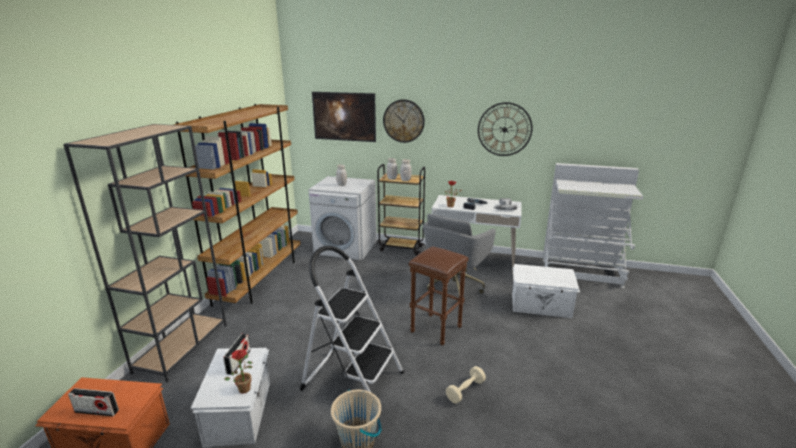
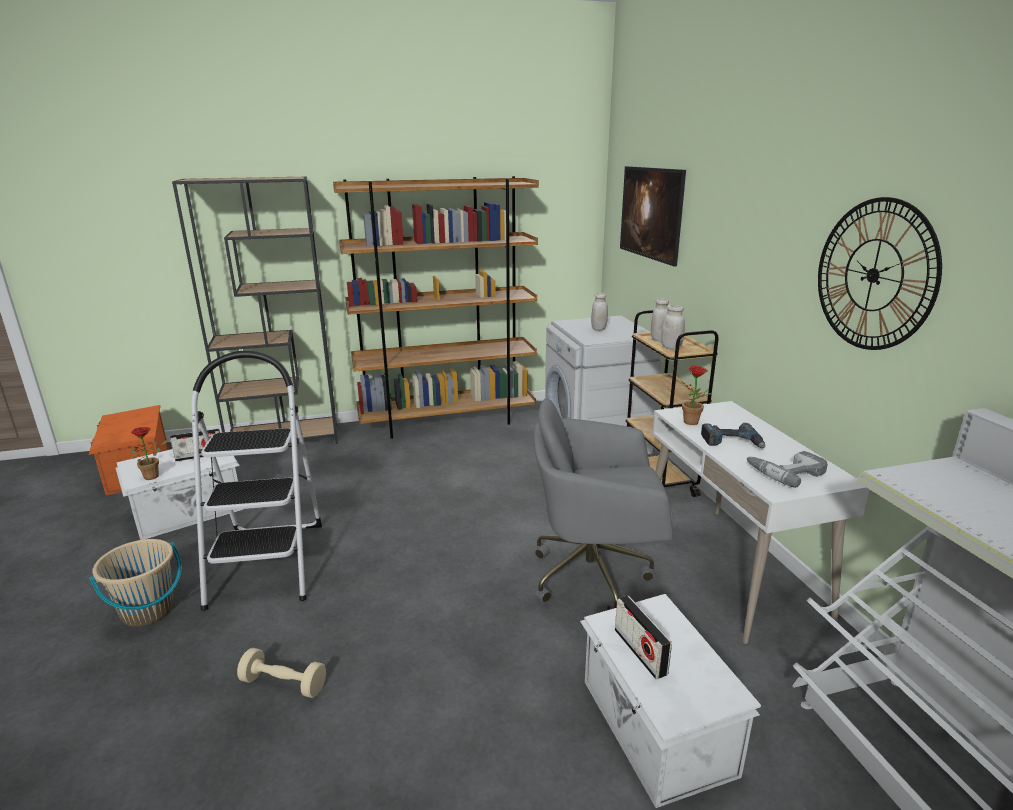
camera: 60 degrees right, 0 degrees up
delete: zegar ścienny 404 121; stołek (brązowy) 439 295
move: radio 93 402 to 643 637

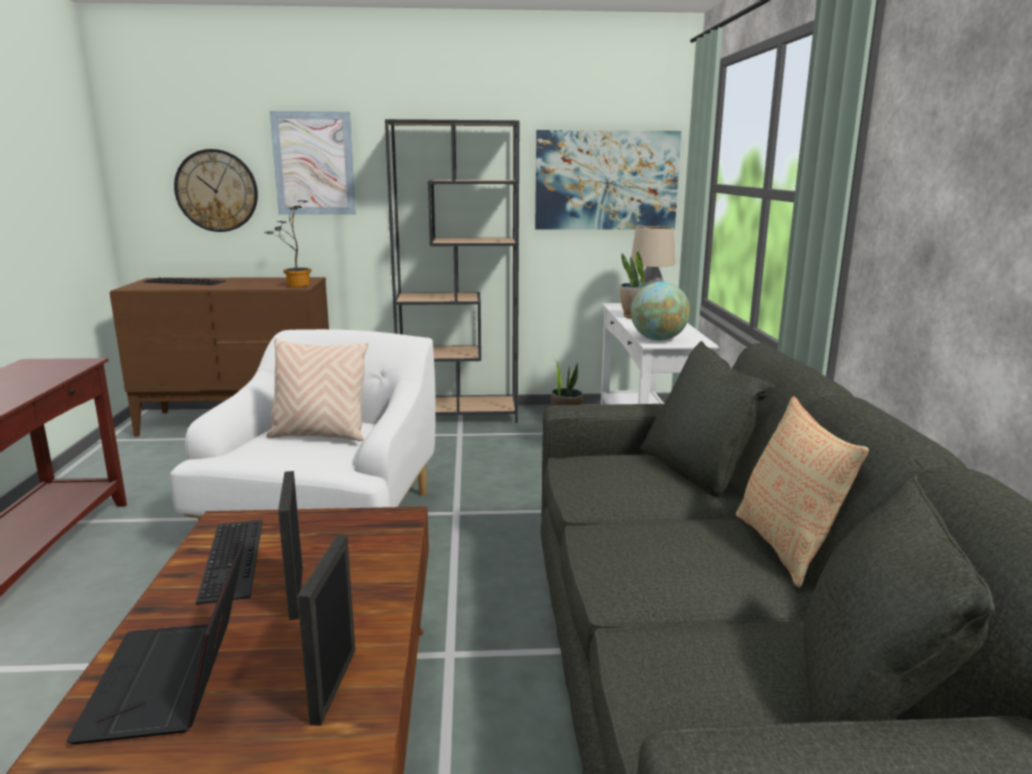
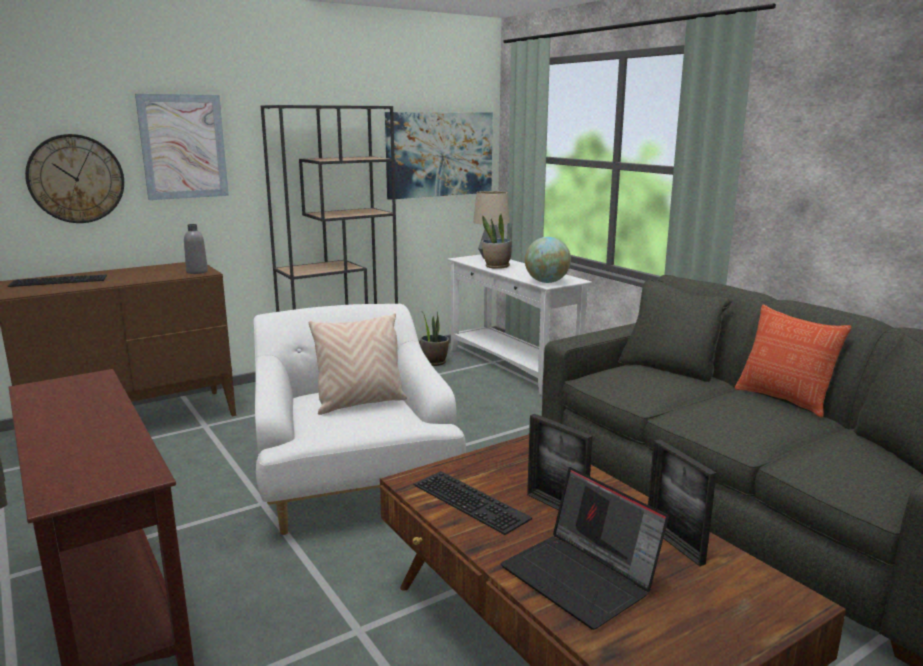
camera: 30 degrees left, 0 degrees up
replace: roślina doniczkowa 287 243 to butelka (szary) 196 249
recolor: poduszka (beżowy) 802 492 to poduszka (pomarańczowy) 793 361

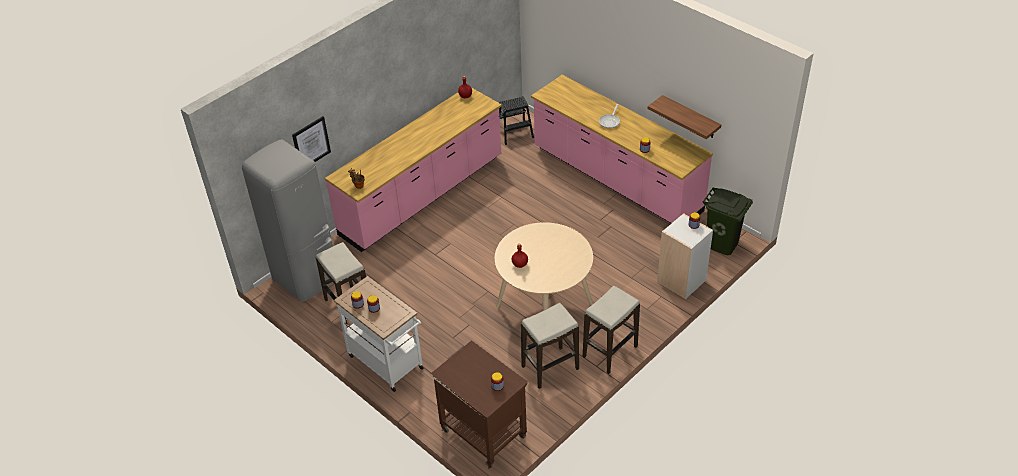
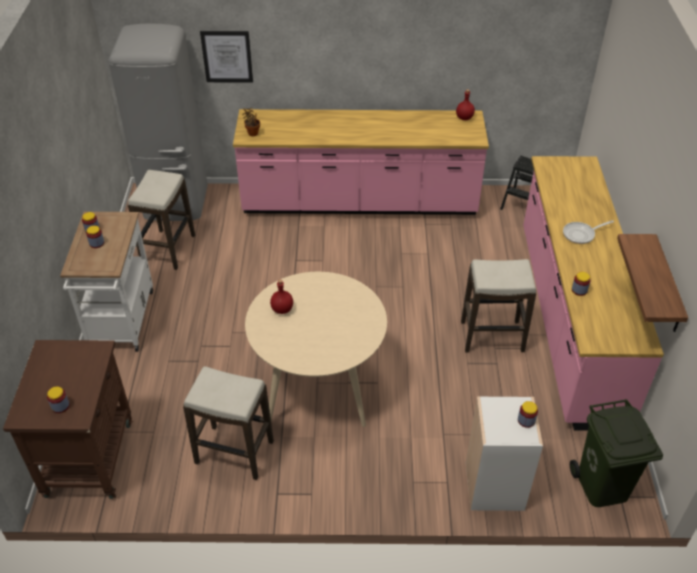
camera: 45 degrees right, 0 degrees up
move: stołek 611 330 to 498 306

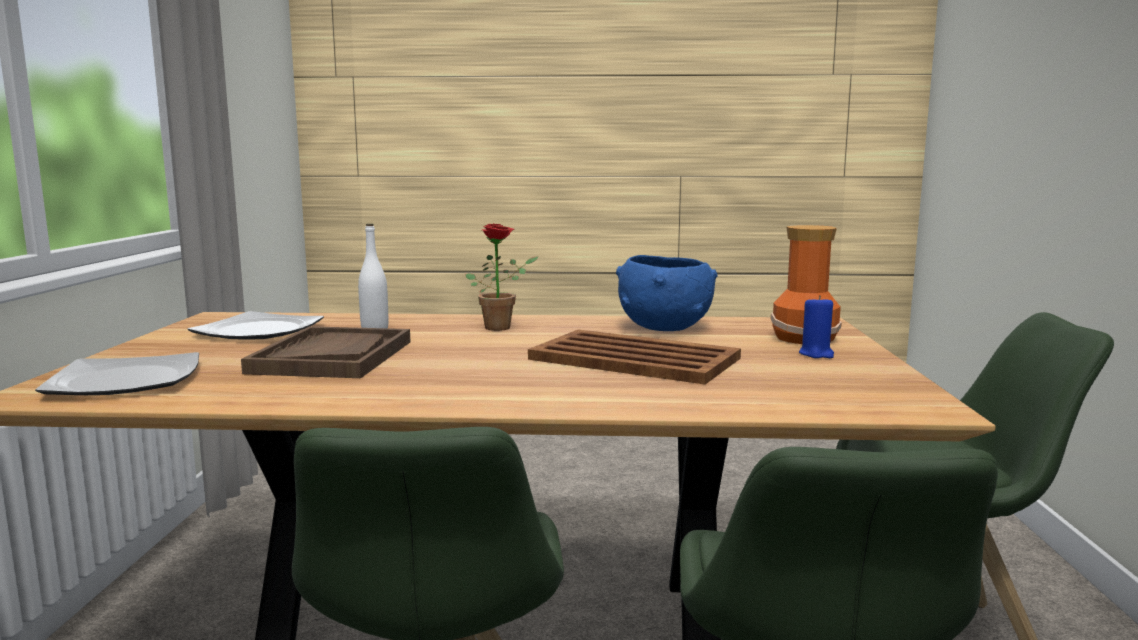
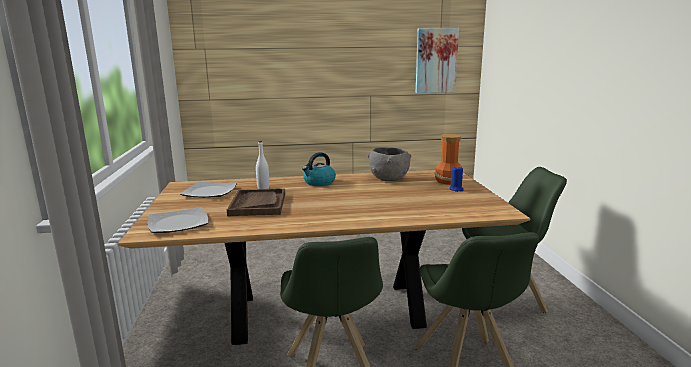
camera: 10 degrees left, 5 degrees up
delete: taca (brązowy) 634 357
insert: obraz 437 60
replace: roślina doniczkowa 502 277 to czajnik 319 169
recolor: miska (niebieski) 667 293 to miska (szary) 389 164

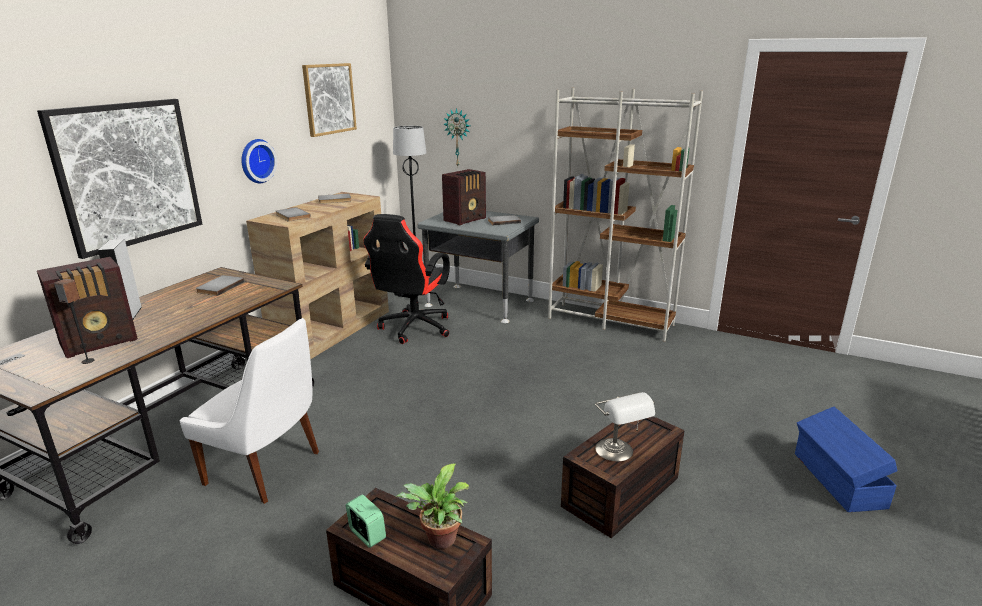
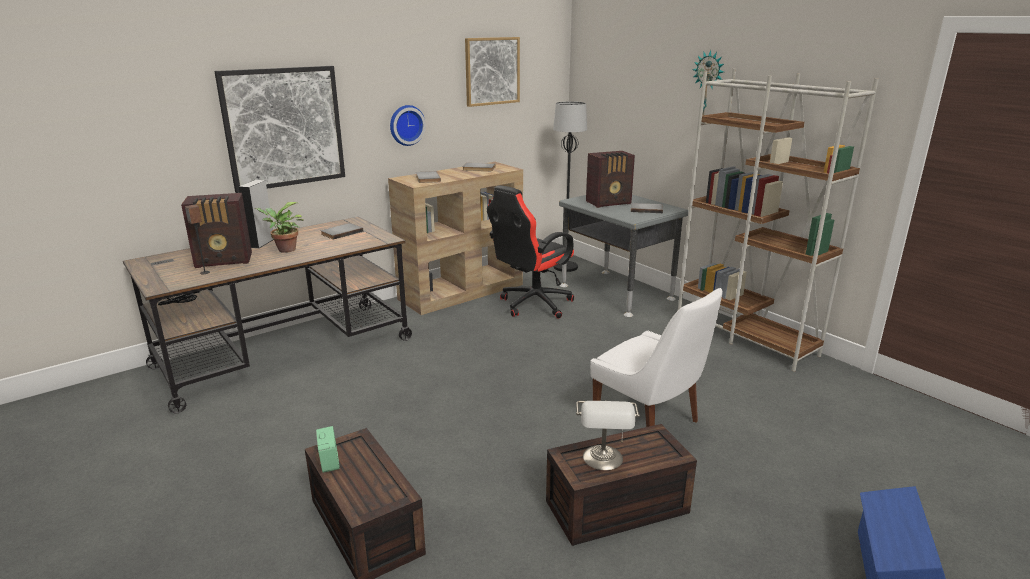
camera: 25 degrees right, 0 degrees up
move: krzesło (biały) 249 411 to 656 357; roślina doniczkowa 432 506 to 279 227; zegar ścienny 456 137 to 708 83

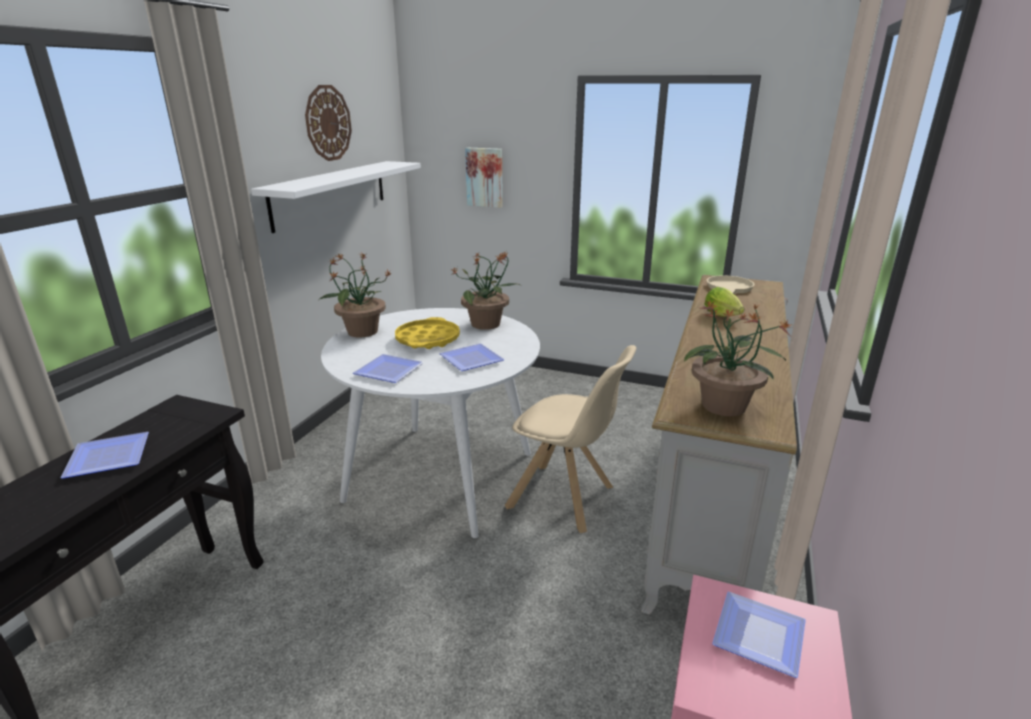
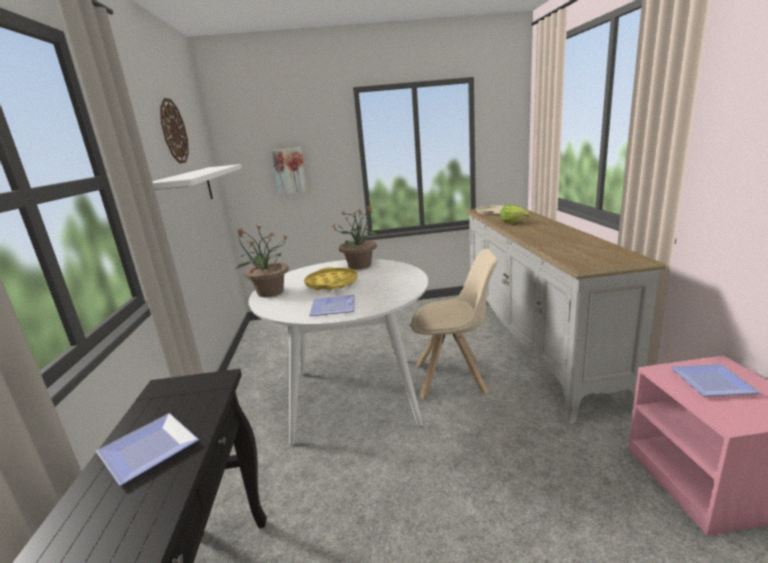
camera: 25 degrees left, 5 degrees down
delete: talerz 472 357; roślina doniczkowa 737 358

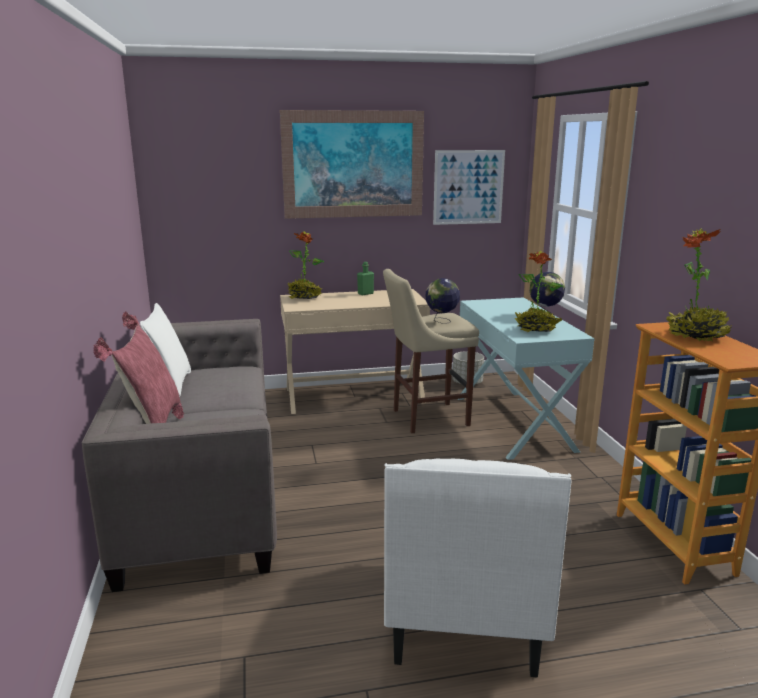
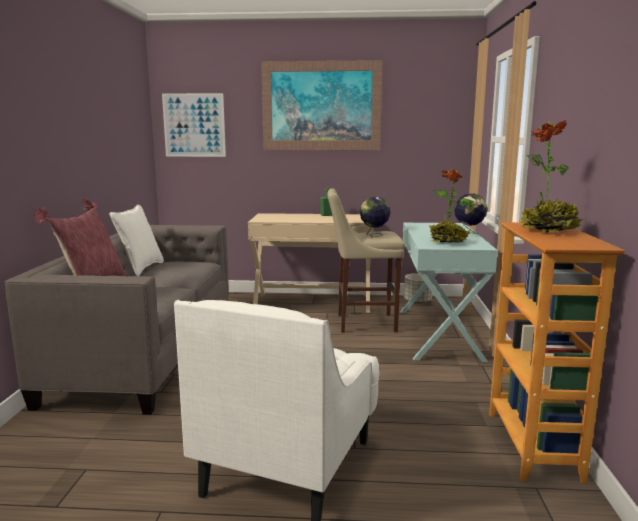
camera: 15 degrees right, 5 degrees down
delete: roślina doniczkowa 306 265
move: obraz 469 187 to 194 125

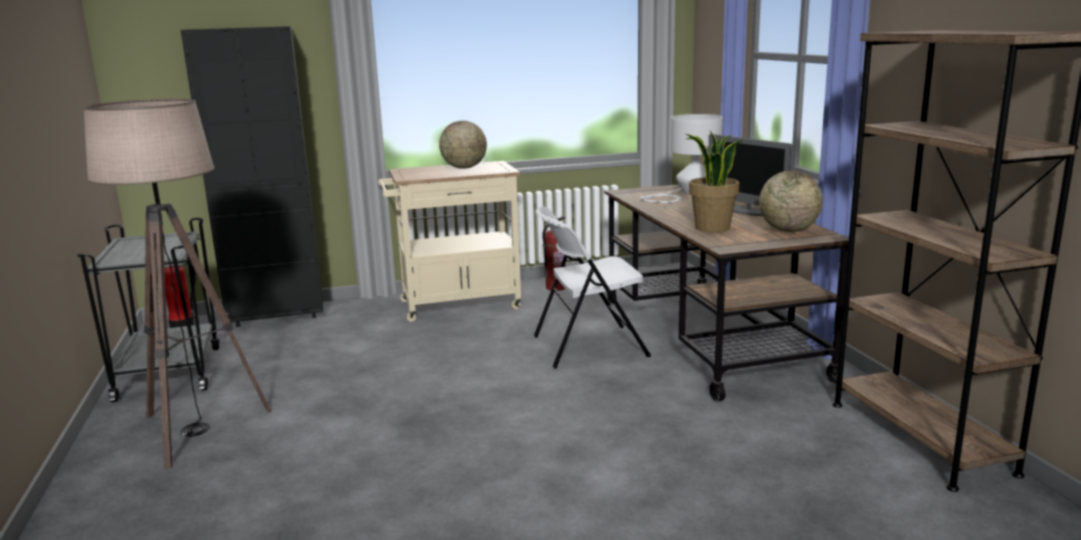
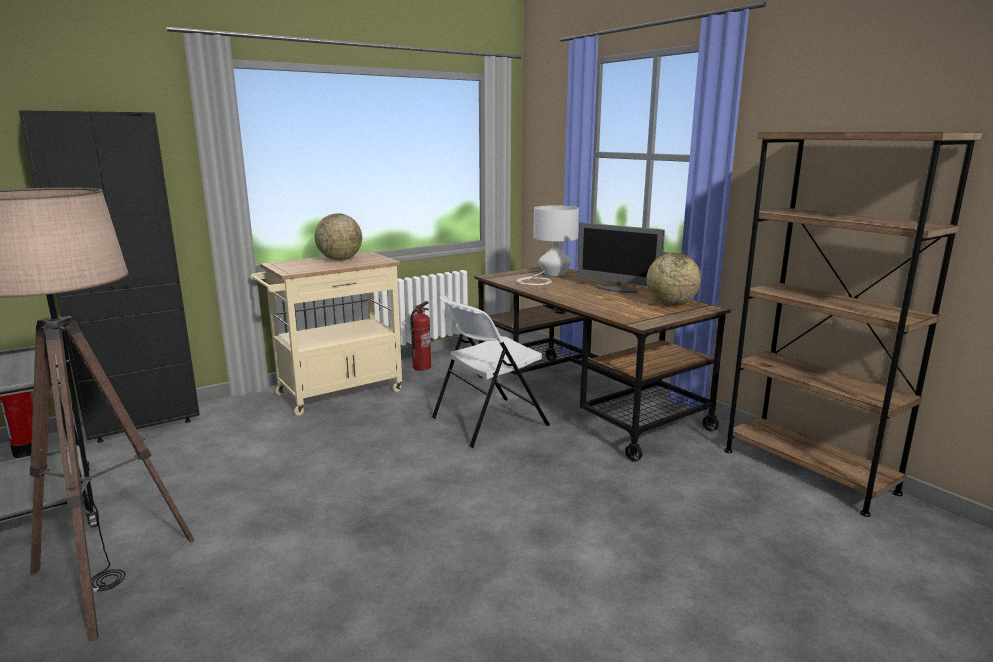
camera: 20 degrees left, 0 degrees up
delete: roślina doniczkowa 715 181

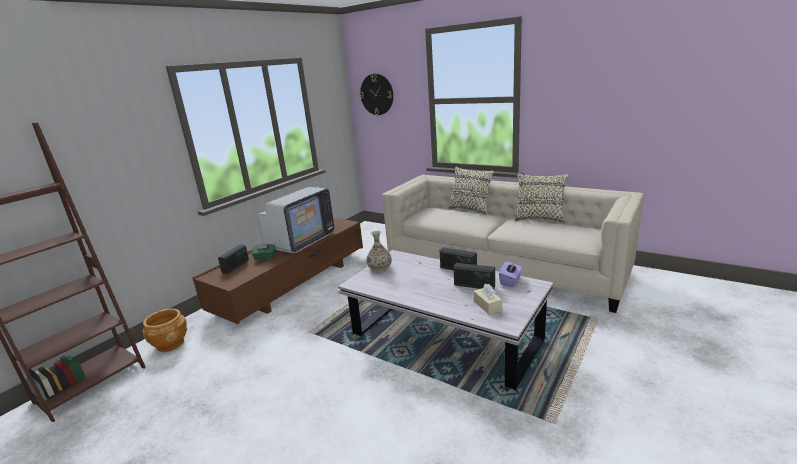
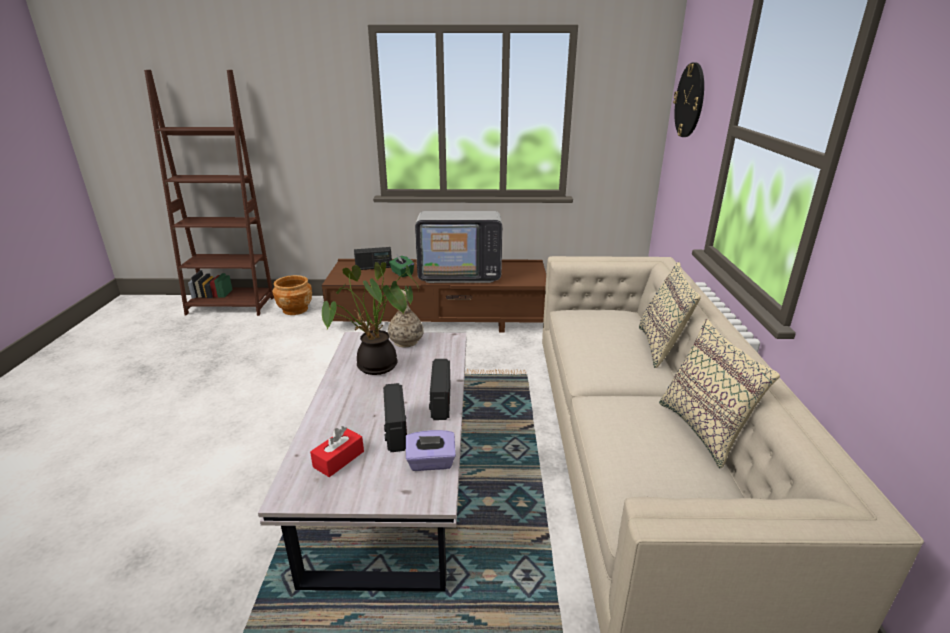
camera: 55 degrees right, 5 degrees up
insert: roślina doniczkowa 370 318
recolor: pudełko chusteczek (beżowy) 488 299 to pudełko chusteczek (czerwony) 337 451

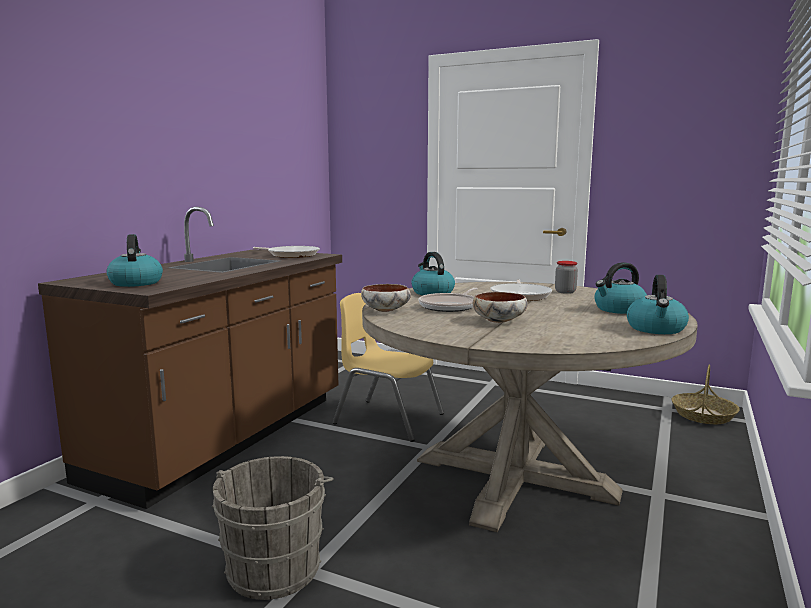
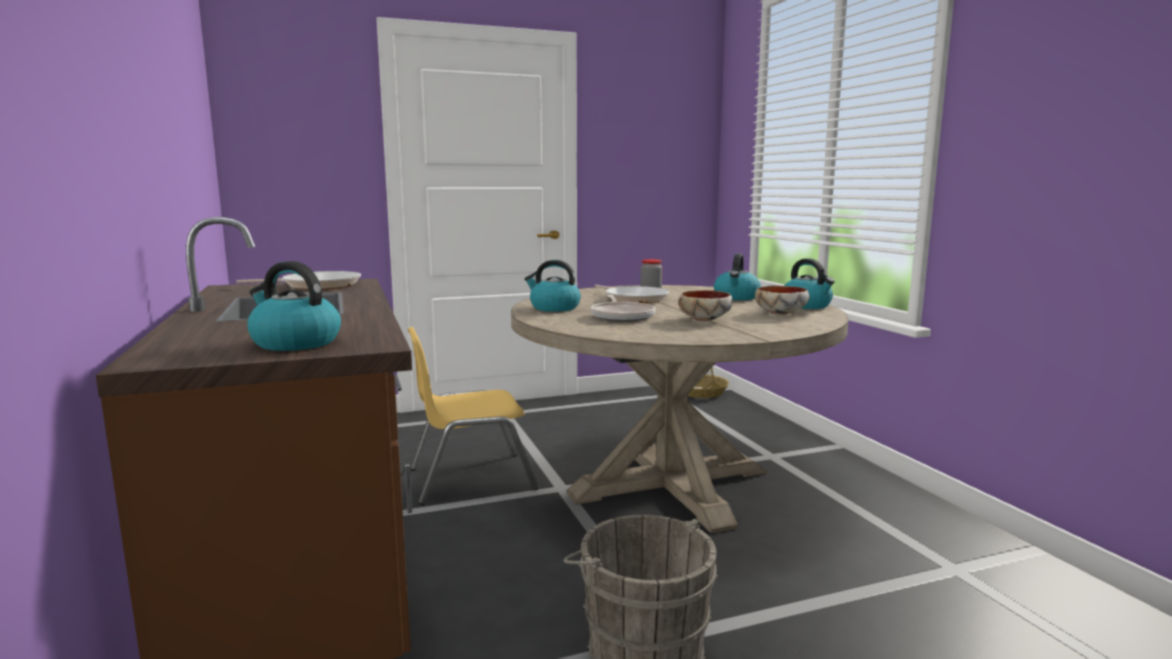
camera: 45 degrees left, 0 degrees up
move: miska 386 298 to 782 300

